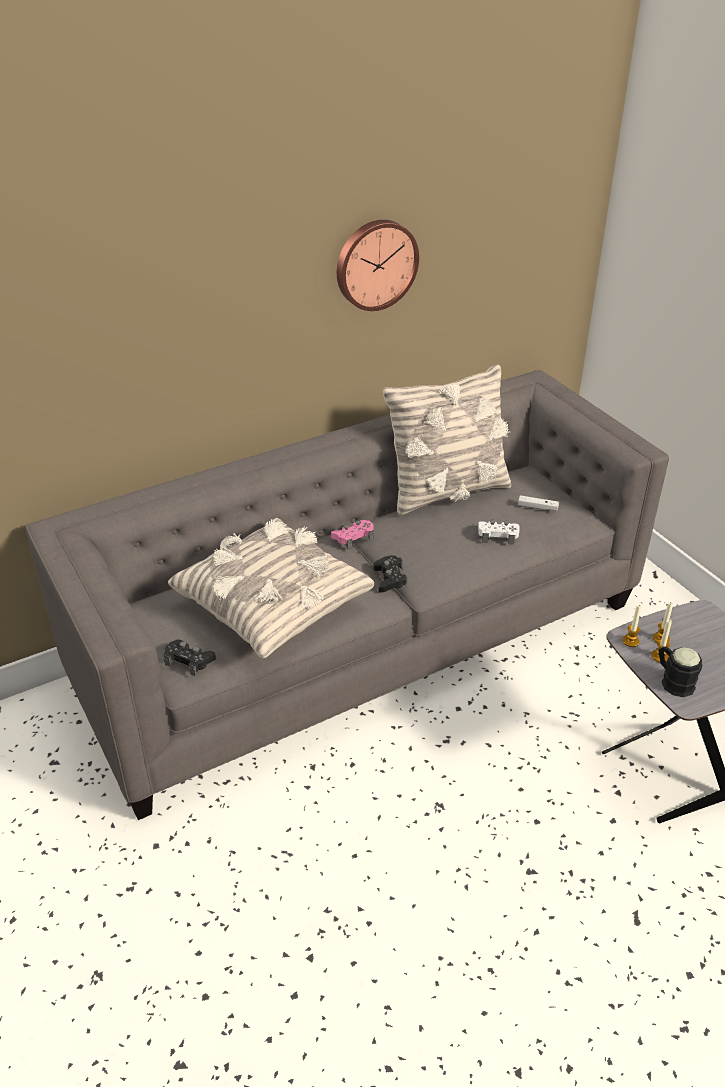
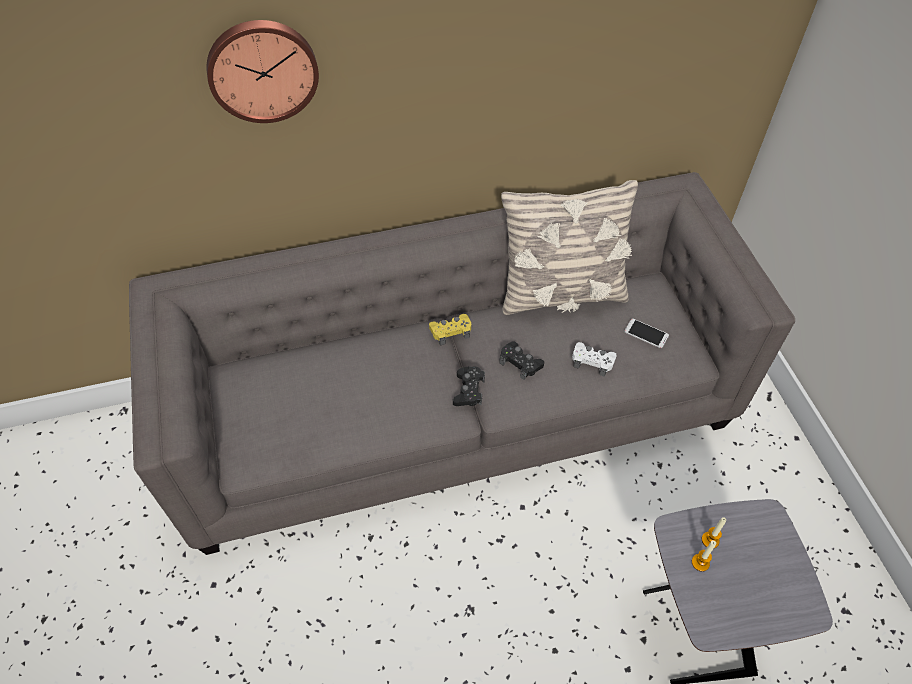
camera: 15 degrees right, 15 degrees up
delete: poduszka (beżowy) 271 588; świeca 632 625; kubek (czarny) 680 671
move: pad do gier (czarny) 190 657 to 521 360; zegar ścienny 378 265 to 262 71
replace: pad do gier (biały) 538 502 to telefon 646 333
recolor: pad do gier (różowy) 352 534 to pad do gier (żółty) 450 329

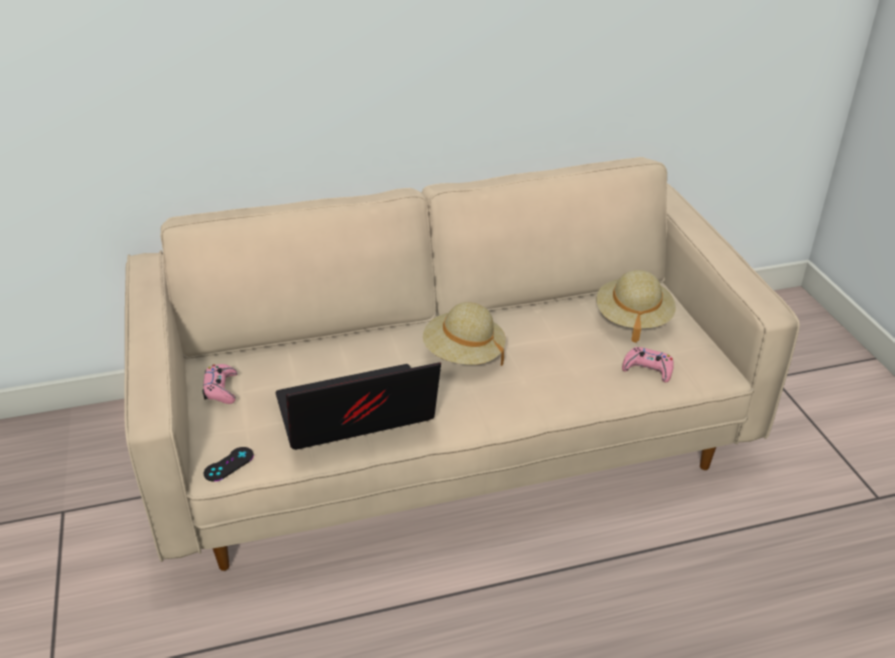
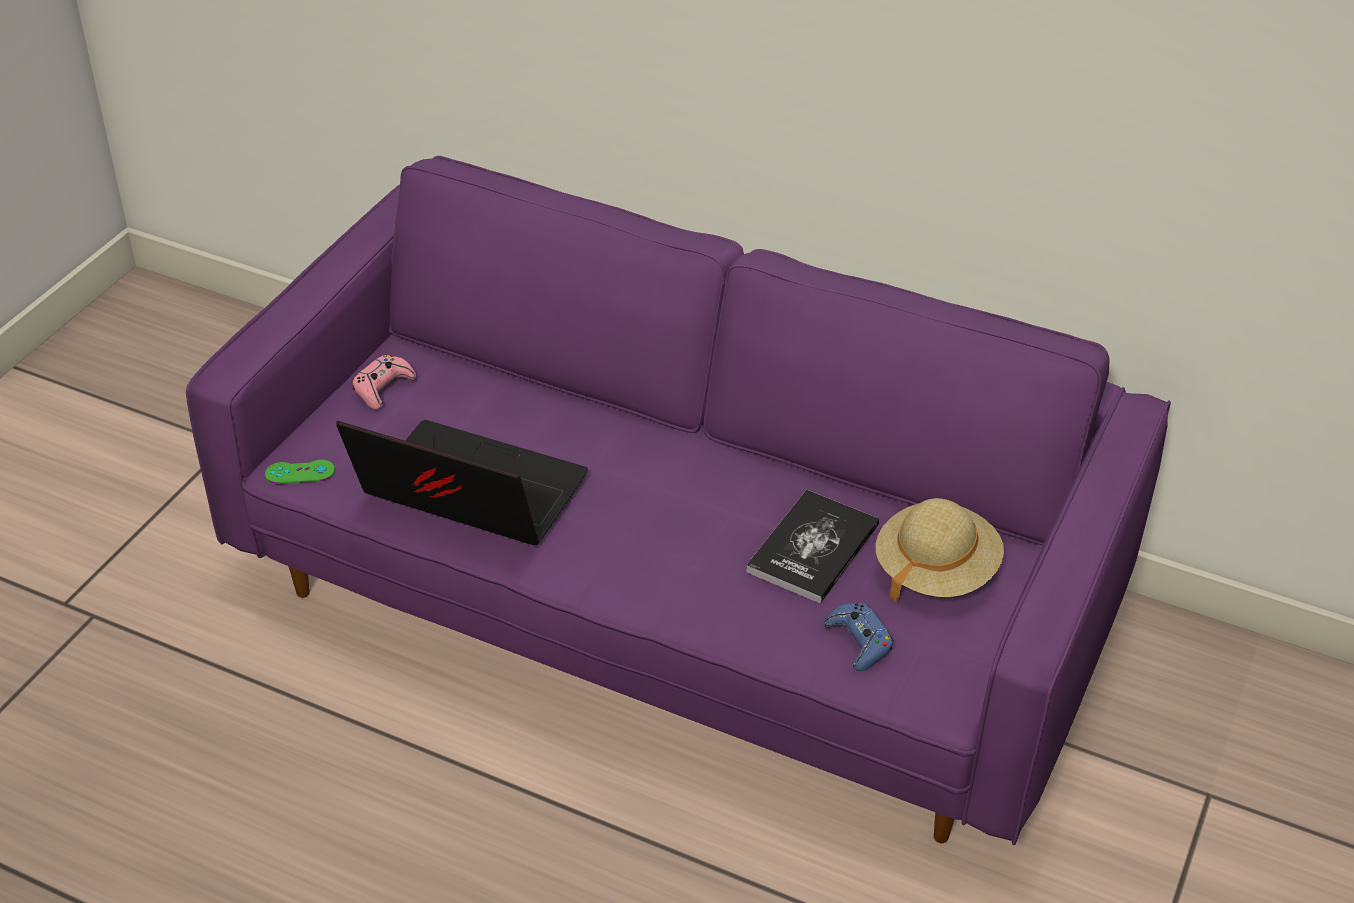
camera: 40 degrees right, 5 degrees up
delete: kapelusz (beżowy) 464 334
insert: książka 812 547
recolor: kanapa (beżowy) 462 364 to kanapa (fioletowy) 678 500; pad do gier (czarny) 229 464 to pad do gier (zielony) 300 472; pad do gier (różowy) 648 364 to pad do gier (niebieski) 858 637

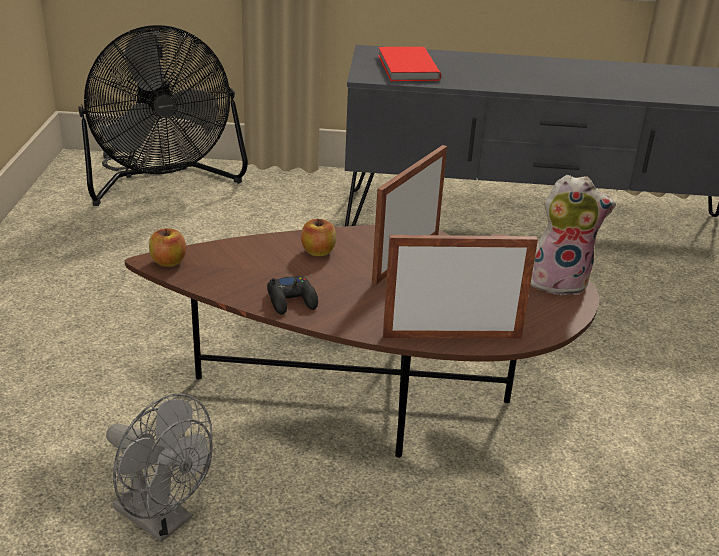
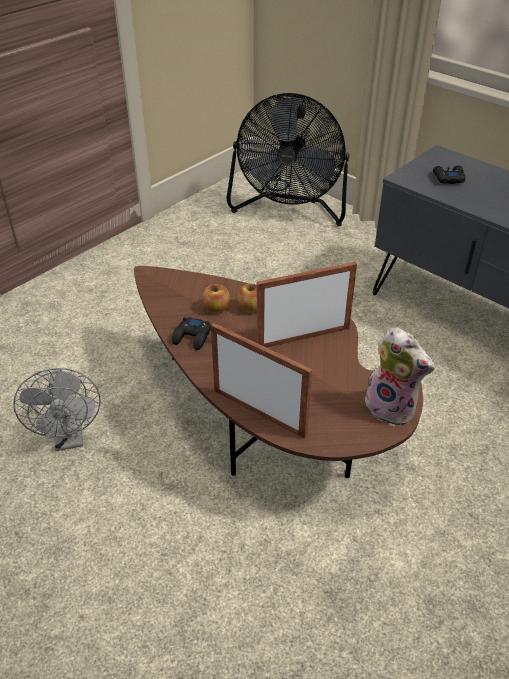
camera: 40 degrees right, 10 degrees up
move: jabłko 167 247 to 216 298
replace: książka (czerwony) 409 64 to pad do gier (czarny) 449 175

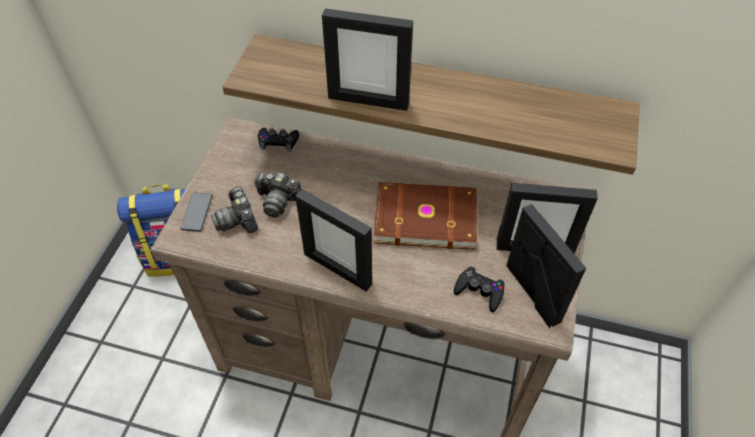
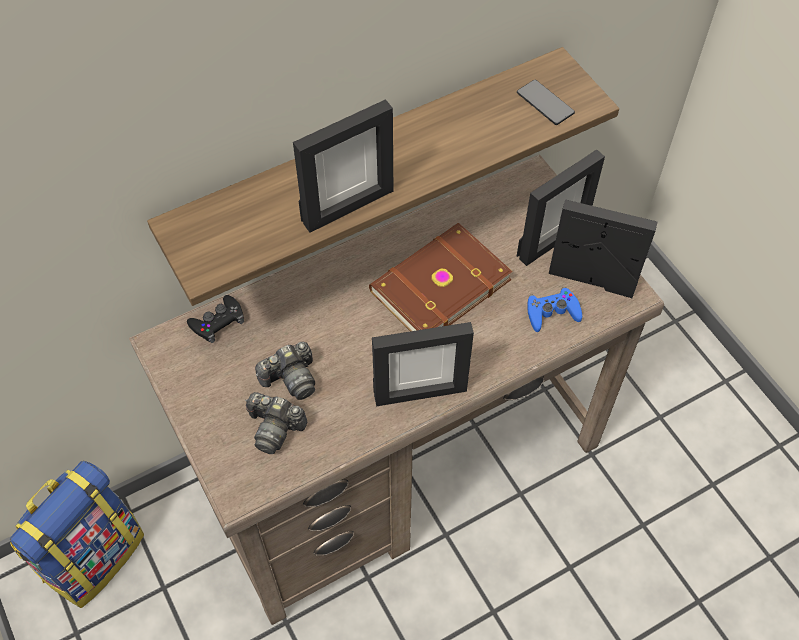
camera: 45 degrees left, 5 degrees up
move: telefon 196 212 to 546 102
recolor: pad do gier (czarny) 479 289 to pad do gier (niebieski) 555 309

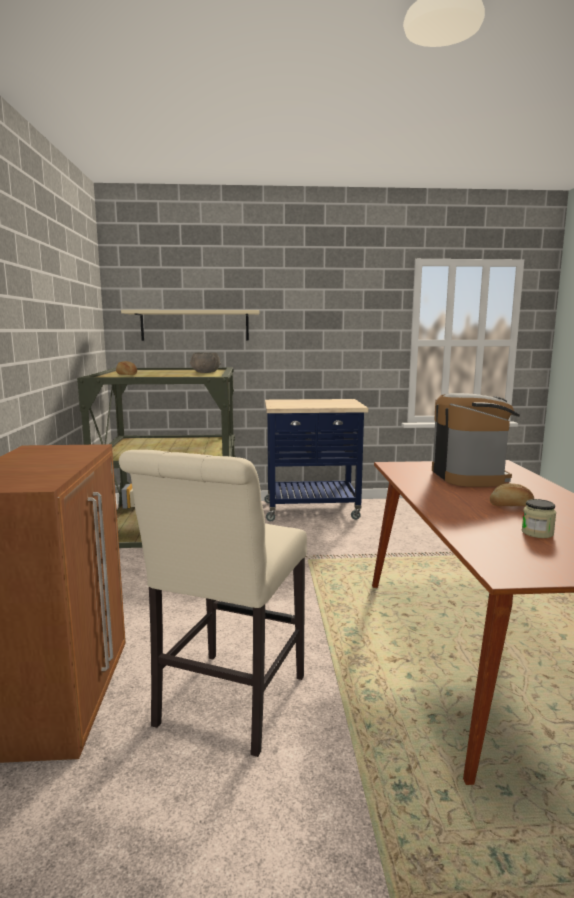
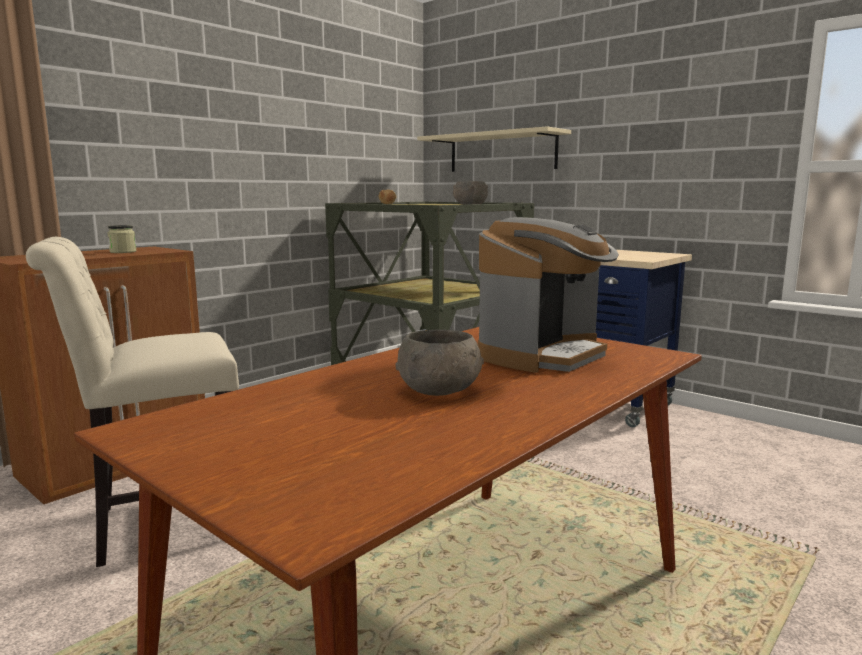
camera: 45 degrees right, 0 degrees up
move: słoik 539 518 to 122 239
replace: chleb 512 494 to miska (szary) 439 362

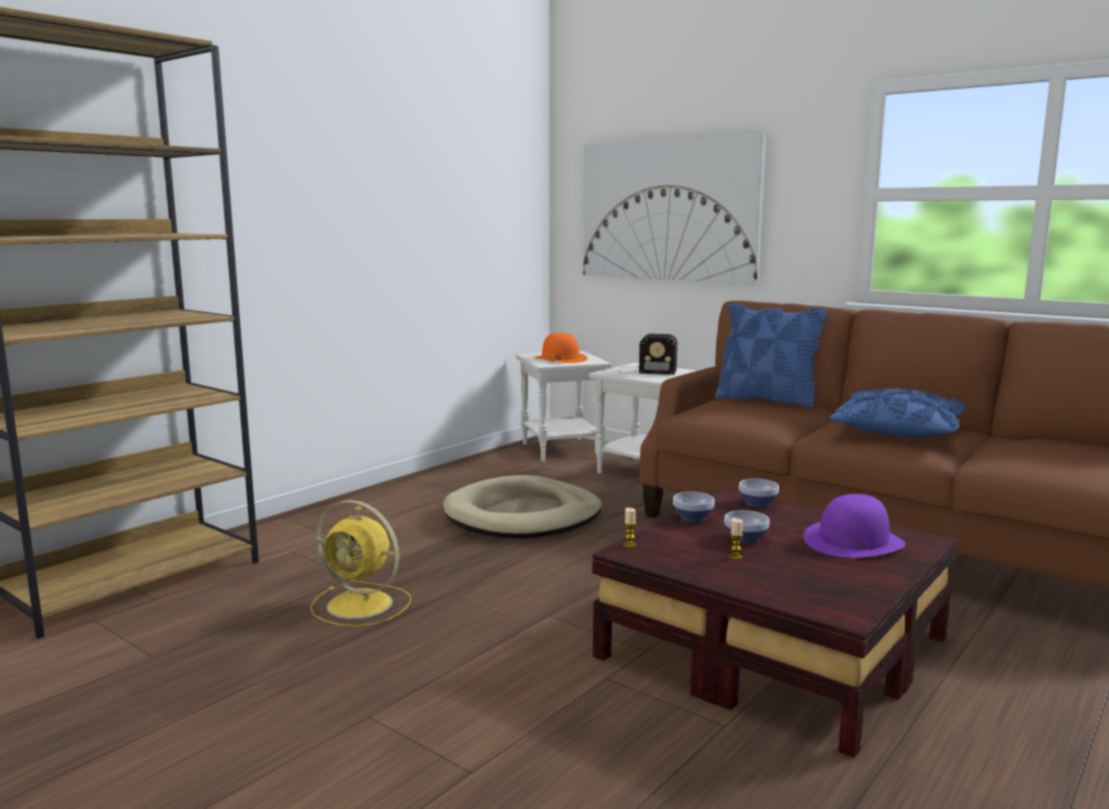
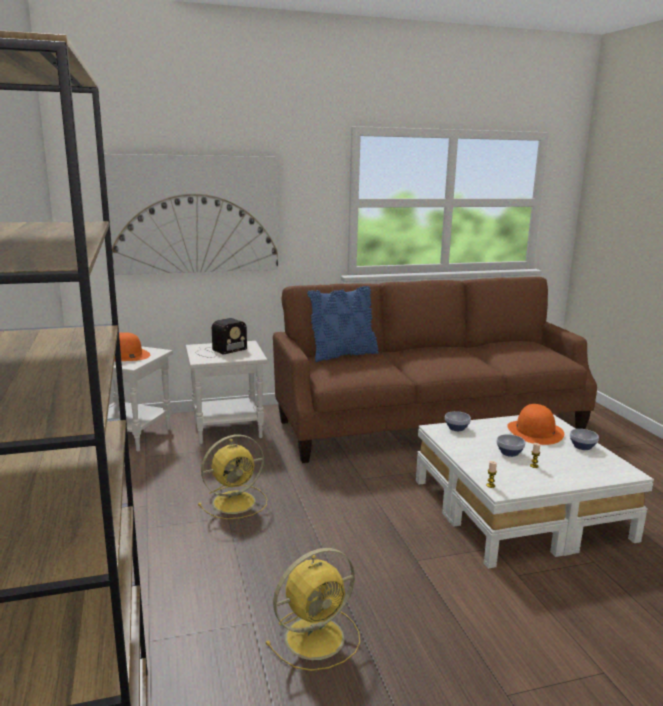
camera: 55 degrees left, 5 degrees up
delete: poduszka (niebieski) 898 413
move: miska 694 507 to 584 439
replace: legowisko (beżowy) 522 507 to wentylator (żółty) 232 476
recolor: ława (brązowy) 775 623 to ława (biały) 535 491; kapelusz (fioletowy) 854 526 to kapelusz (pomarańczowy) 535 424

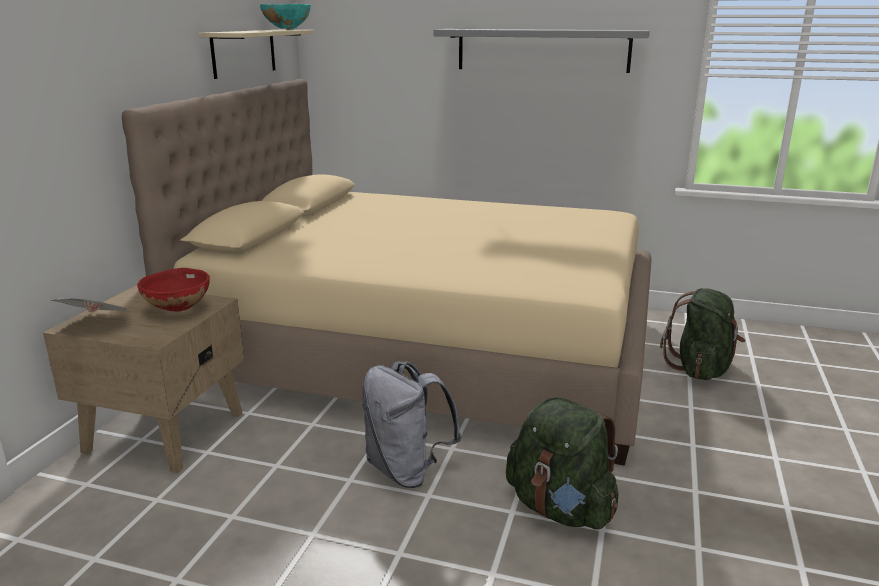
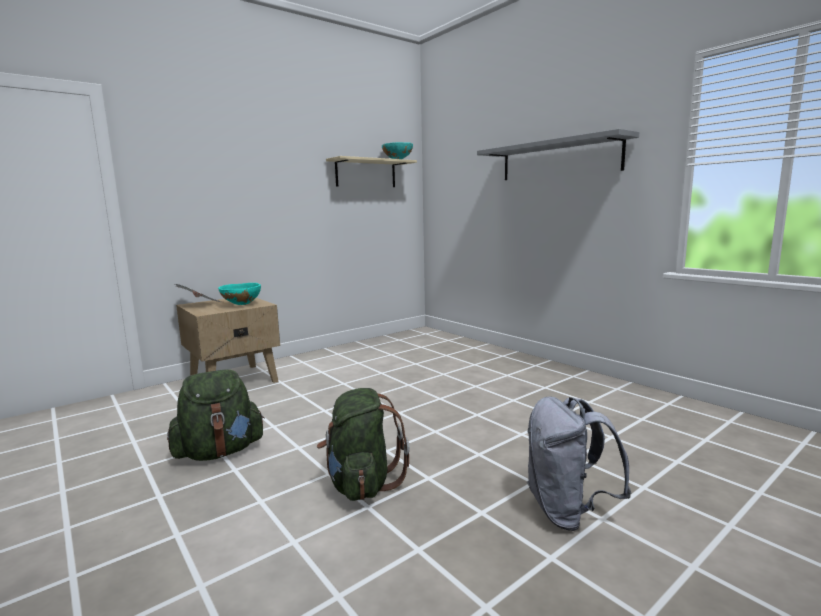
camera: 35 degrees right, 10 degrees down
delete: łóżko (beżowy) 387 272
move: plecak (szary) 412 424 to 579 463; plecak (zielony) 702 334 to 216 415
recolor: miska (czerwony) 173 290 to miska (turkusowy) 239 294

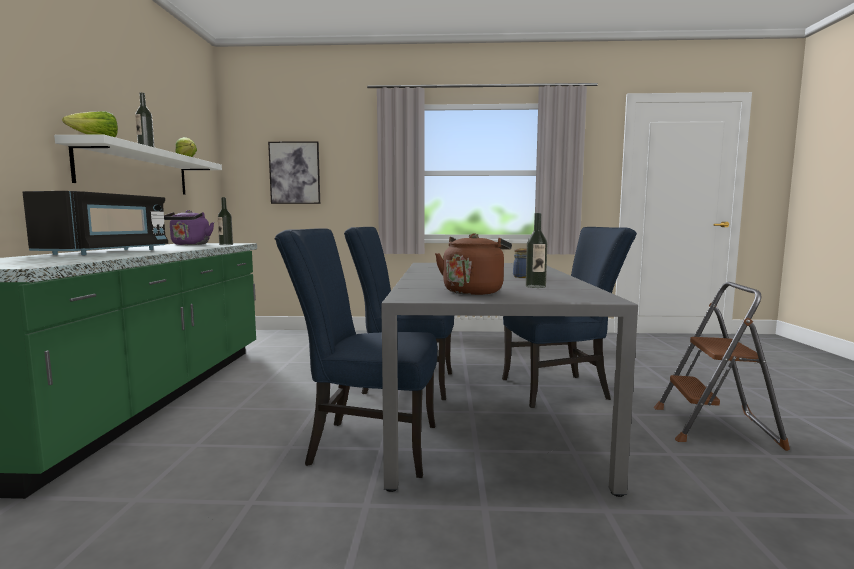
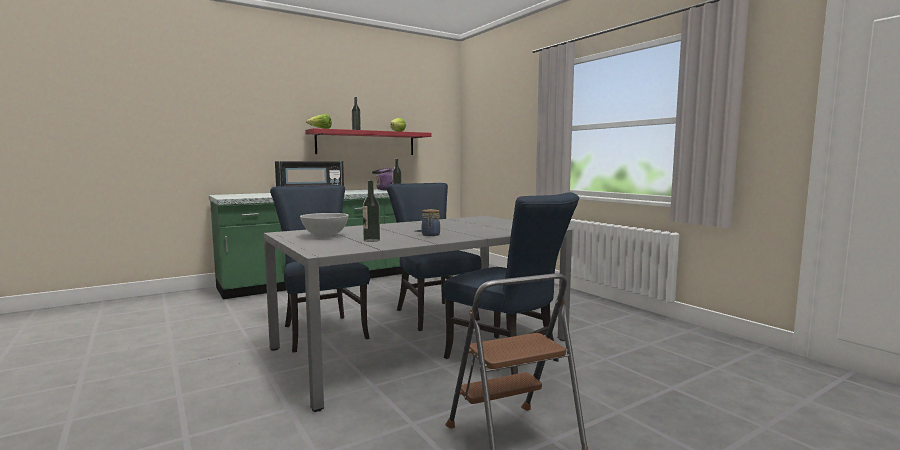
camera: 55 degrees right, 0 degrees up
delete: obraz 294 172
replace: czajnik (brązowy) 473 264 to miska (biały) 324 225
recolor: półka (biały) 138 164 to półka (czerwony) 368 141

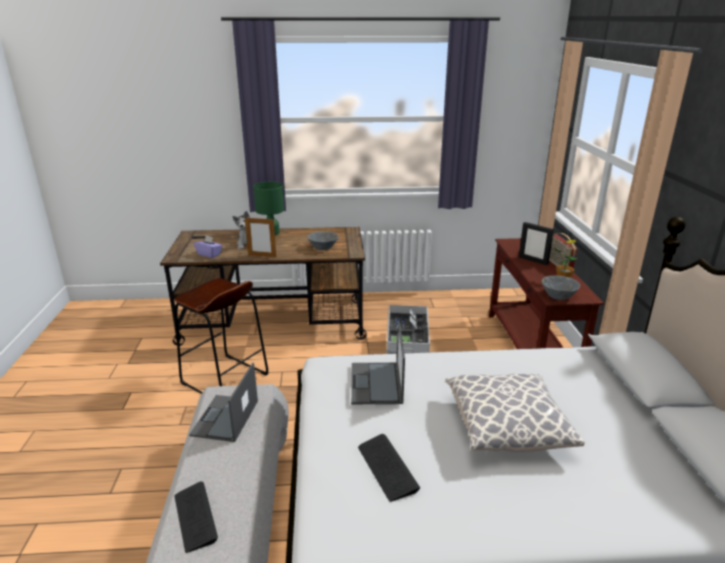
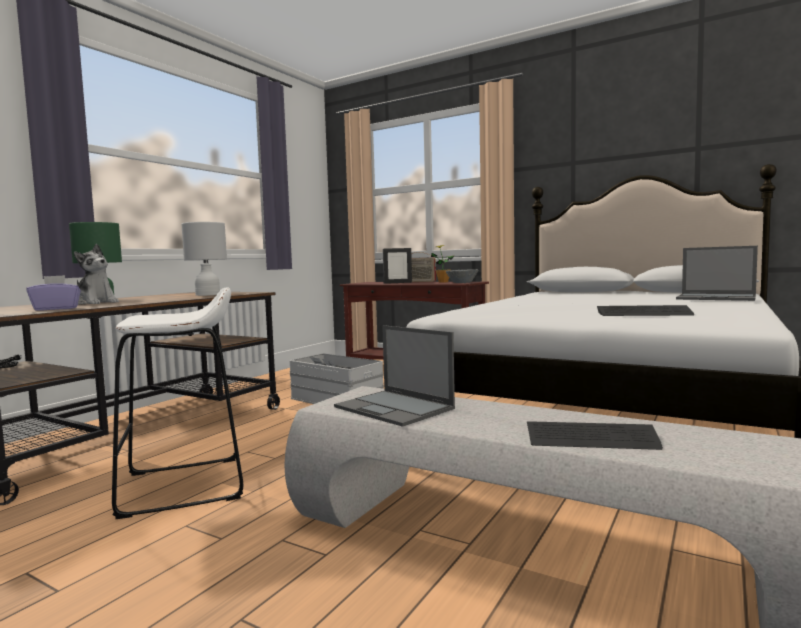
camera: 55 degrees left, 20 degrees down
delete: ramka na zdjęcie 261 236; poduszka 515 413
move: laptop 378 363 to 717 273
replace: miska (szary) 323 240 to lampa stołowa (szary) 204 259
recolor: stołek (brązowy) 221 336 to stołek (biały) 177 403

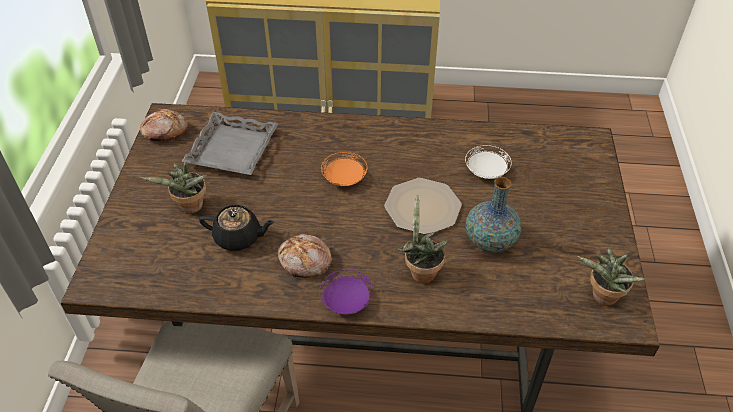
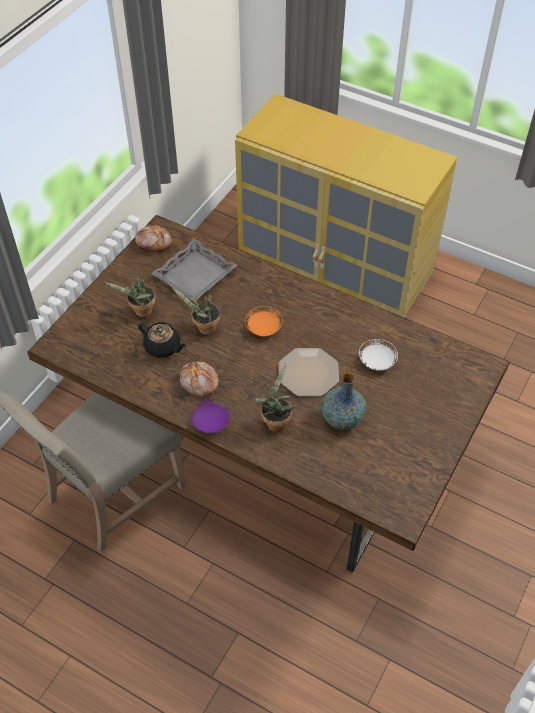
camera: 25 degrees right, 5 degrees up
move: roślina doniczkowa 611 277 to 196 311

